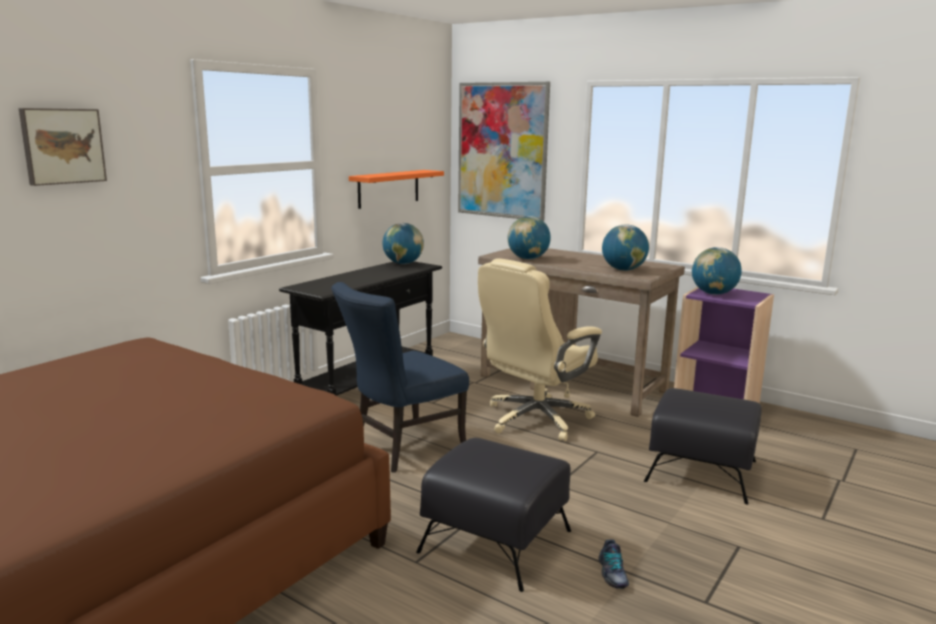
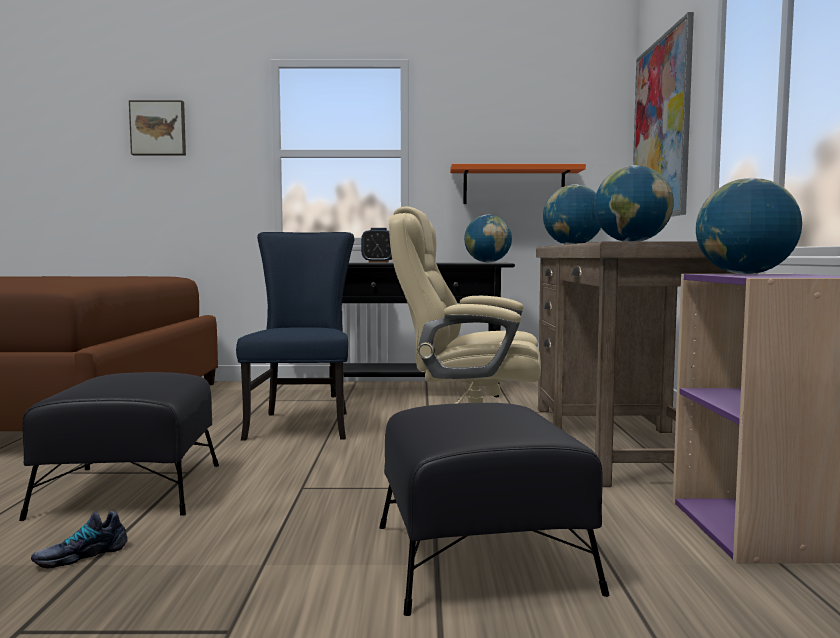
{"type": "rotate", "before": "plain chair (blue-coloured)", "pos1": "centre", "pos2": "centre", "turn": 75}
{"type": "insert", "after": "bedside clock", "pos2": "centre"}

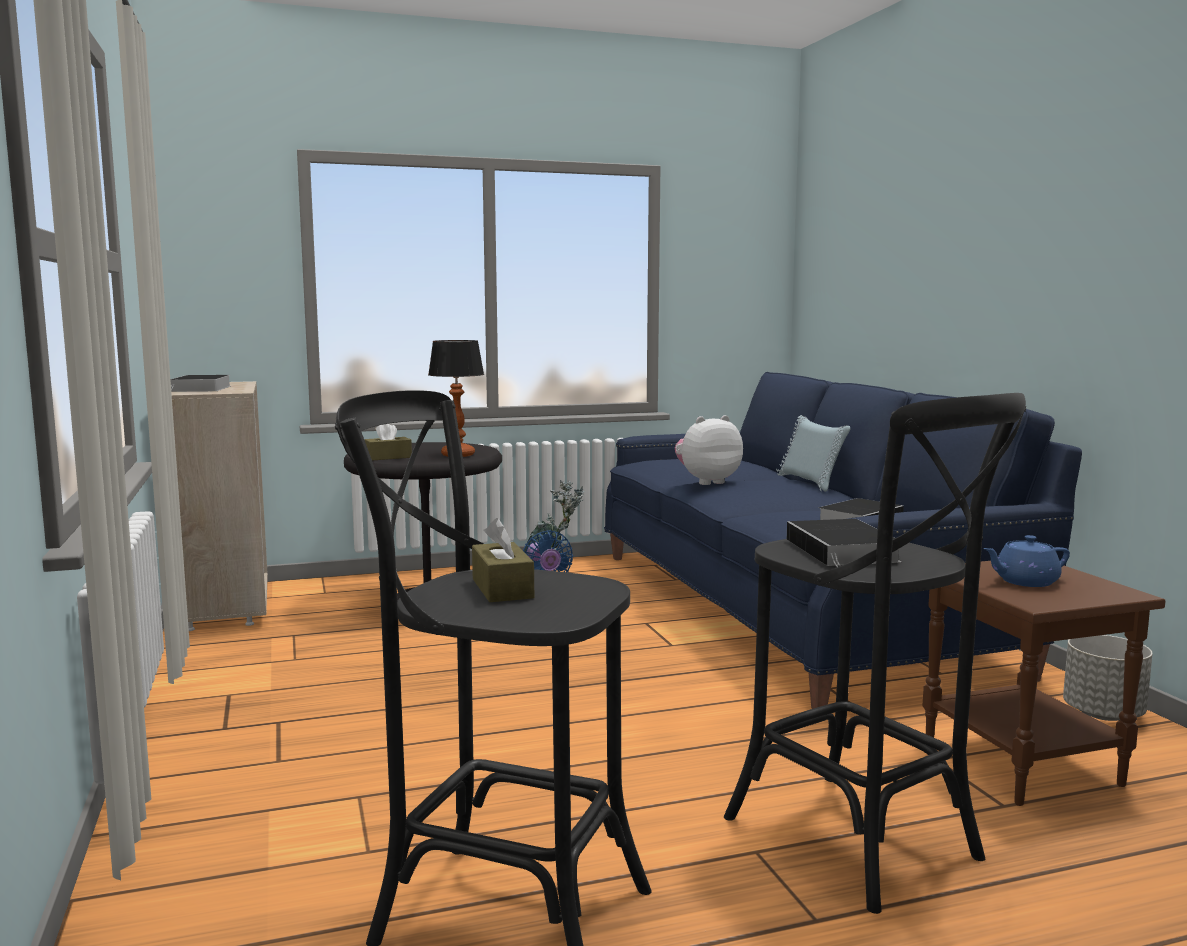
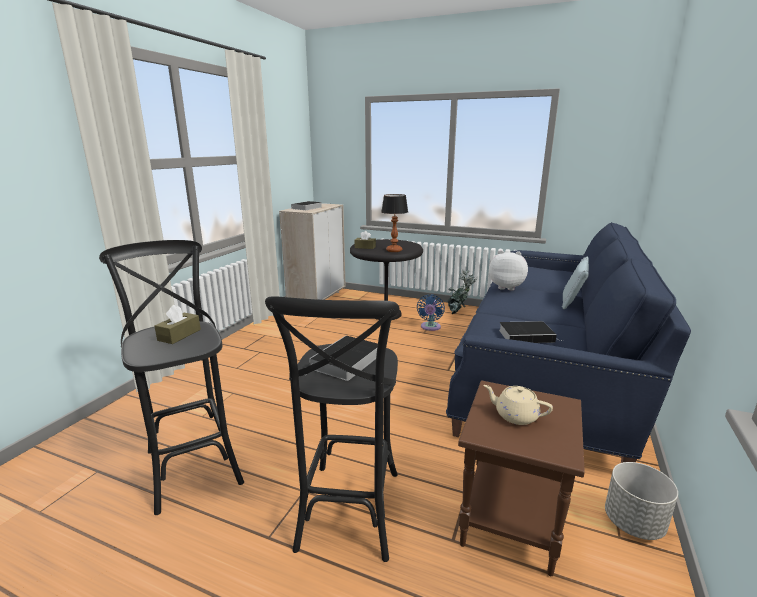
{"type": "recolor", "before": "teapot (blue-coloured)", "after": "teapot (beige-coloured)", "pos1": "middle right", "pos2": "bottom right"}

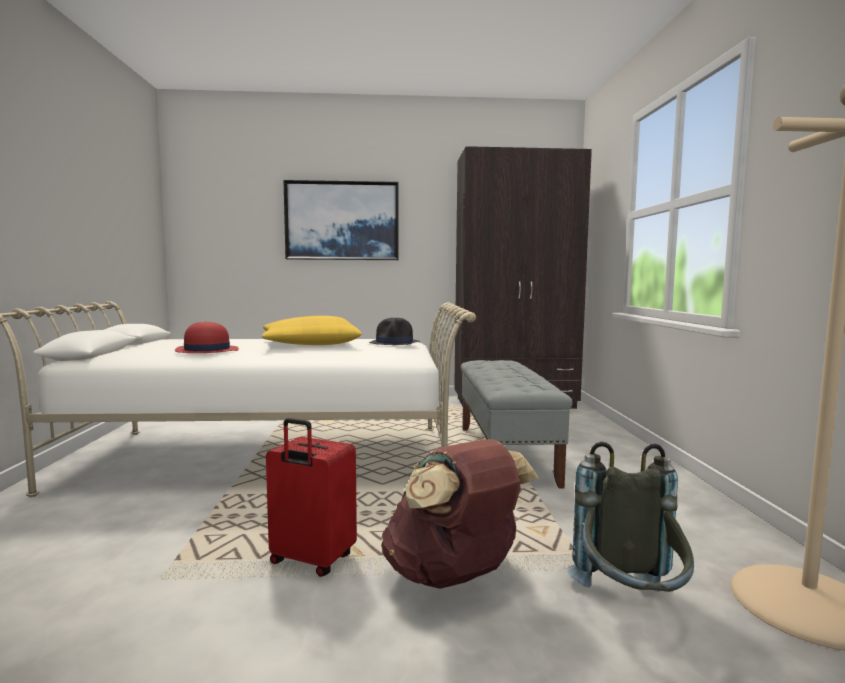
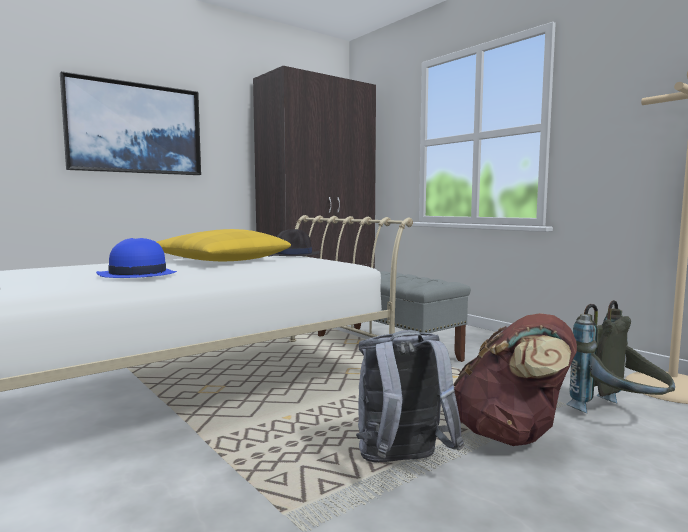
{"type": "recolor", "before": "hat (reddish)", "after": "hat (blue-coloured)", "pos1": "middle left", "pos2": "middle left"}
{"type": "replace", "before": "travel case (reddish)", "after": "backpack (grey) (1st from left)", "pos1": "bottom centre", "pos2": "bottom centre"}

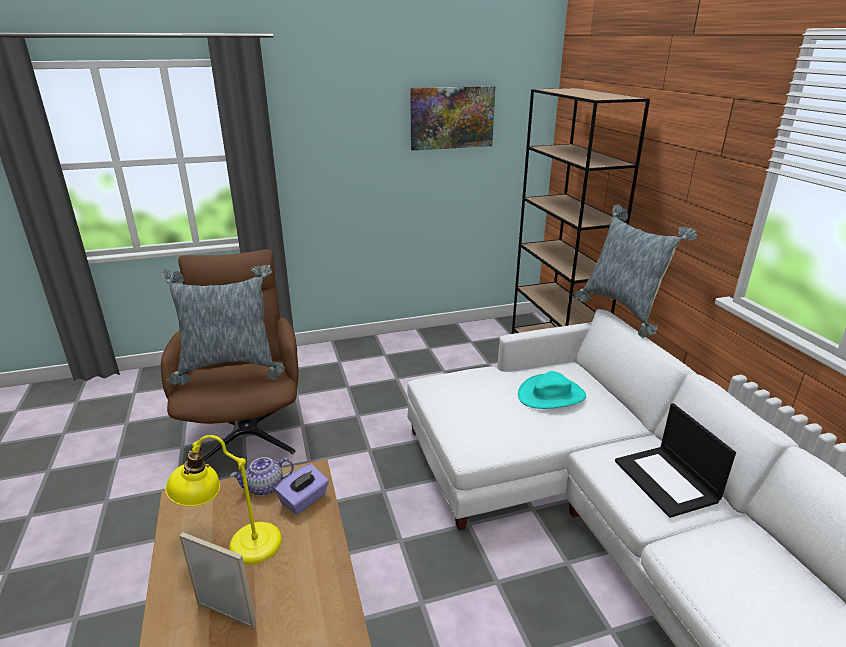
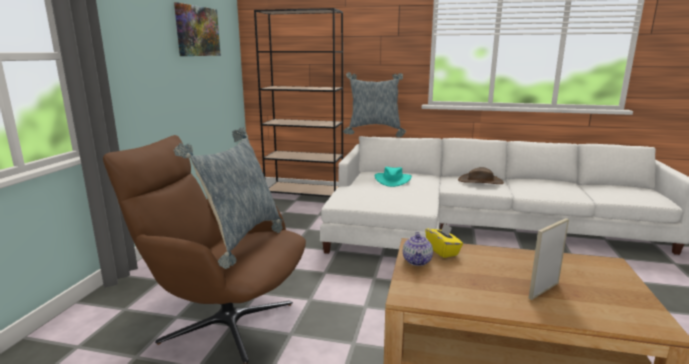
{"type": "replace", "before": "notebook computer", "after": "hat (brown)", "pos1": "bottom right", "pos2": "middle right"}
{"type": "delete", "before": "table lamp (yellow-coloured)", "pos1": "bottom left"}
{"type": "recolor", "before": "tissue box (purplish)", "after": "tissue box (yellow-coloured)", "pos1": "bottom centre", "pos2": "centre"}

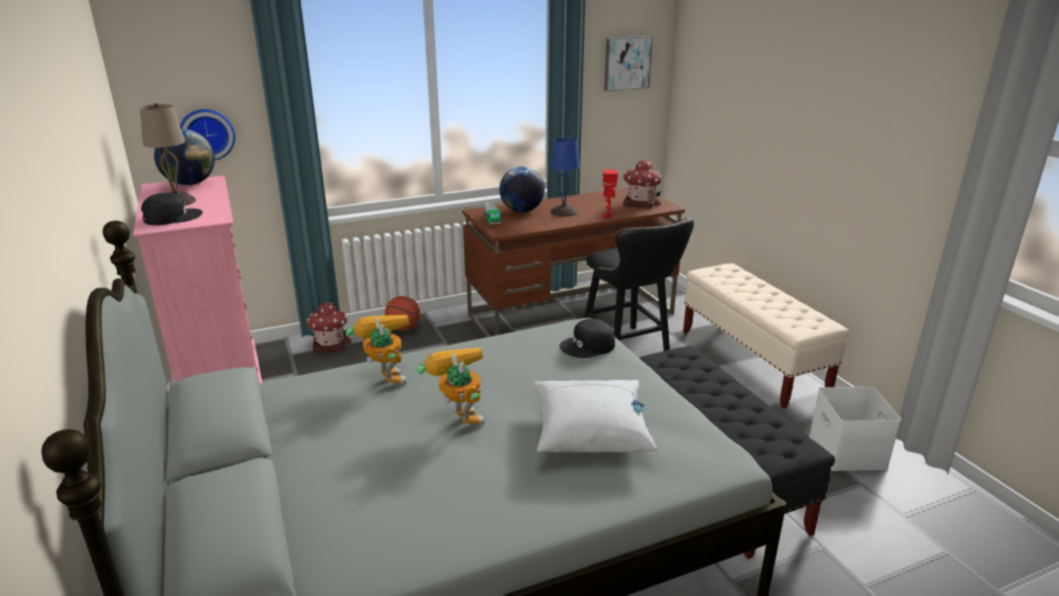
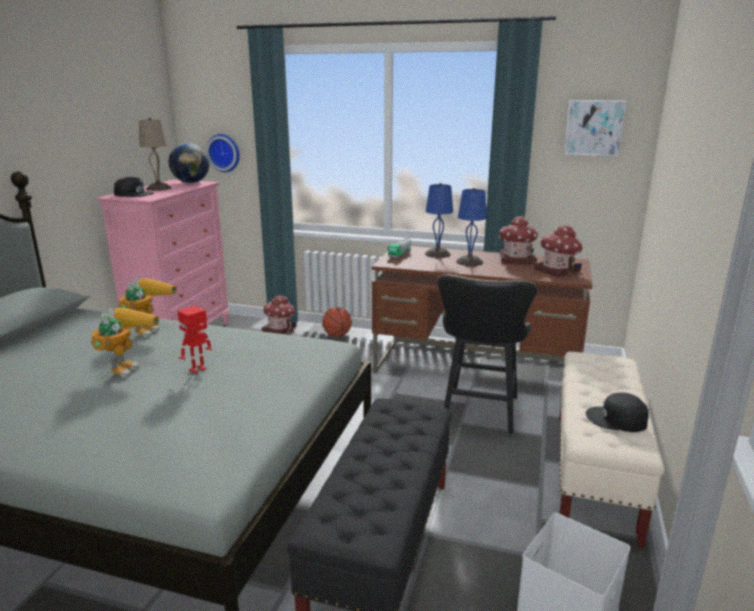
{"type": "replace", "before": "desk globe (2nd from left)", "after": "table lamp (blue-coloured) (1st from left)", "pos1": "top centre", "pos2": "centre"}
{"type": "move", "before": "model robot (3rd from left)", "pos1": "top centre", "pos2": "middle left"}
{"type": "move", "before": "baseball cap (black-coloured) (2nd from left)", "pos1": "centre", "pos2": "bottom right"}
{"type": "delete", "before": "cushion (grey)", "pos1": "bottom centre"}
{"type": "insert", "after": "model house (2nd from left)", "pos2": "middle right"}

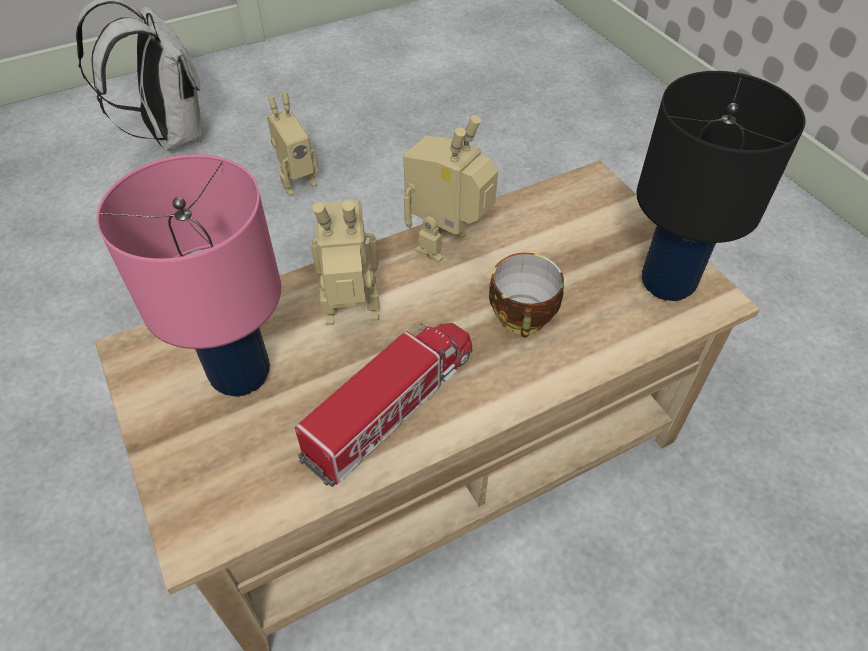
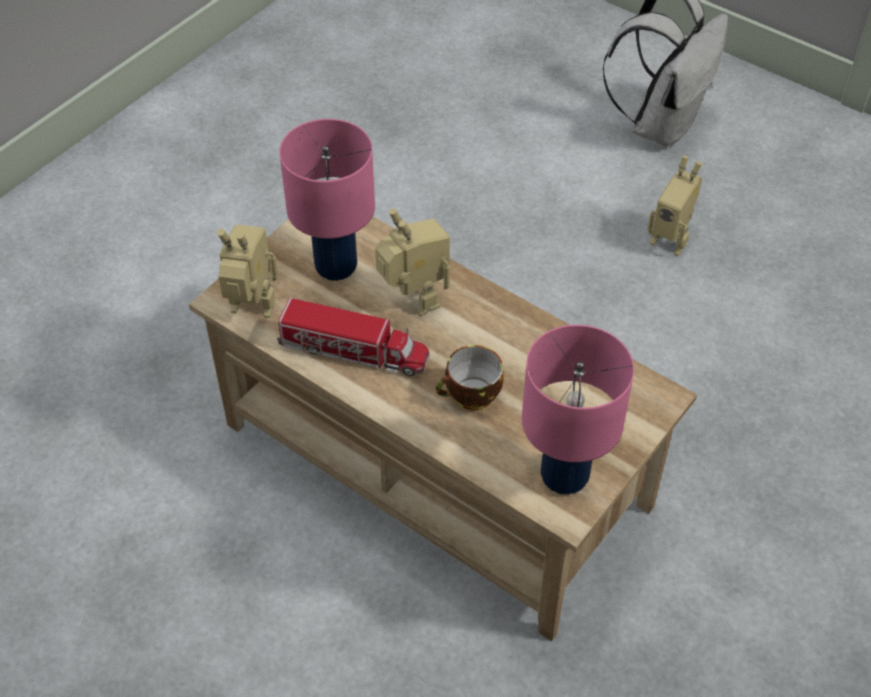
{"type": "recolor", "before": "table lamp (black-coloured)", "after": "table lamp (pinkish) (2nd from left)", "pos1": "top right", "pos2": "centre"}
{"type": "move", "before": "model robot (3rd from left in the first image)", "after": "model robot (1st from left)", "pos1": "top centre", "pos2": "middle left"}

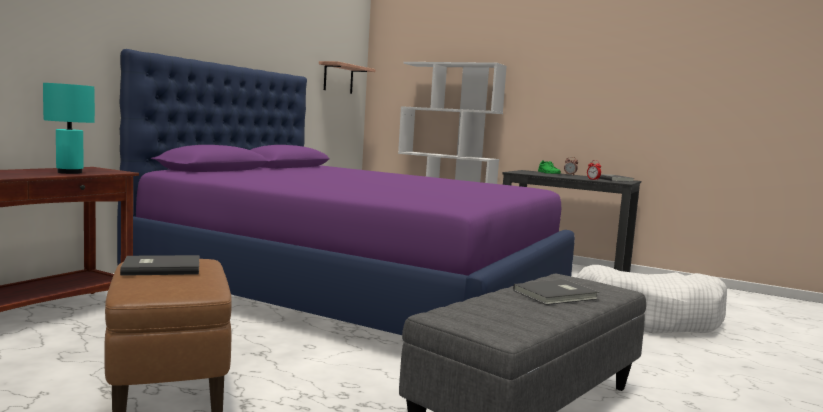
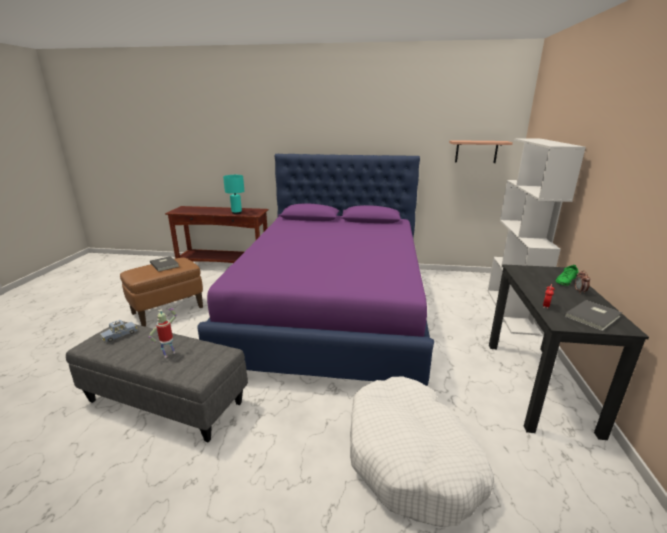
{"type": "replace", "before": "volume (grey) (2nd from left)", "after": "model robot", "pos1": "bottom right", "pos2": "middle left"}
{"type": "insert", "after": "toy car (blue-coloured)", "pos2": "middle left"}

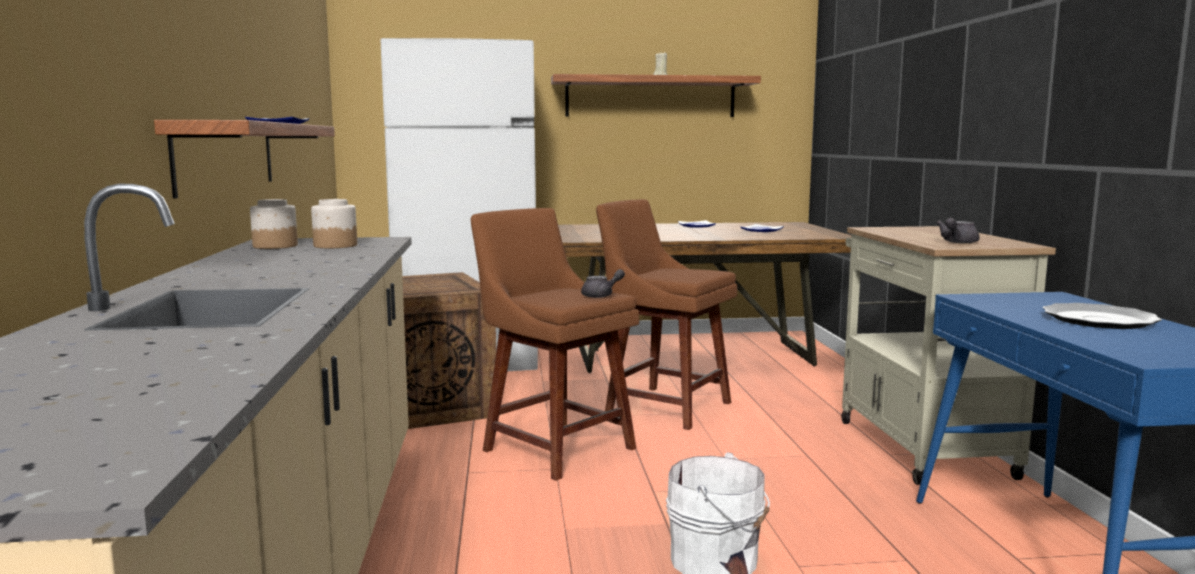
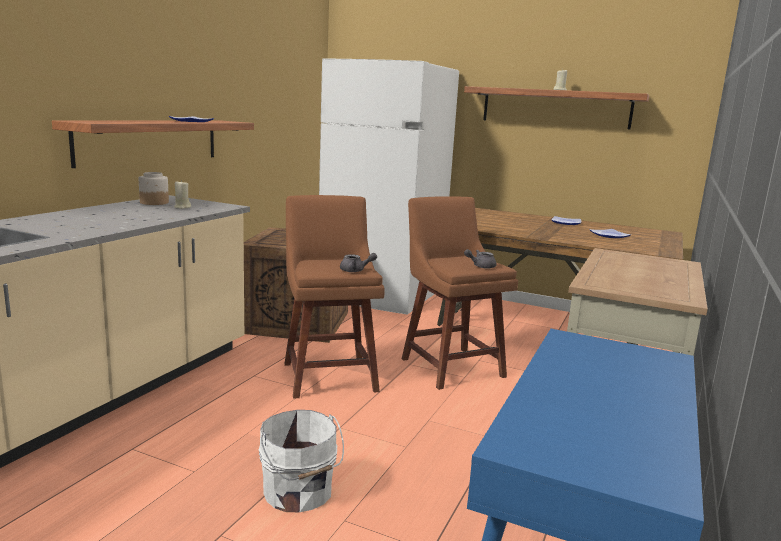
{"type": "replace", "before": "jar (2nd from left)", "after": "candle (beige-coloured) (1st from left)", "pos1": "middle left", "pos2": "middle left"}
{"type": "move", "before": "teapot (grey) (2nd from left)", "pos1": "middle right", "pos2": "centre"}
{"type": "delete", "before": "flat dish (4th from left)", "pos1": "middle right"}

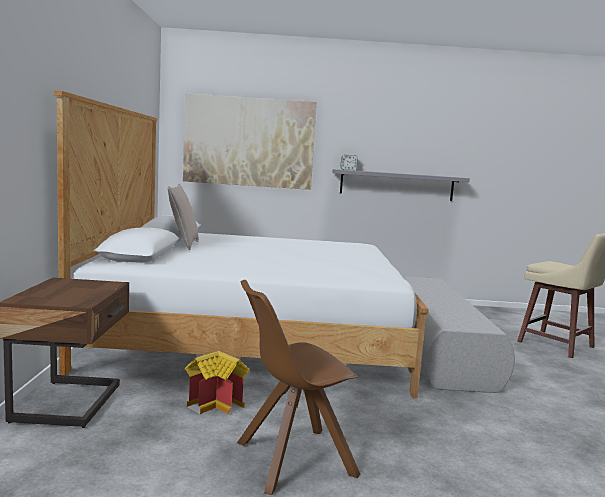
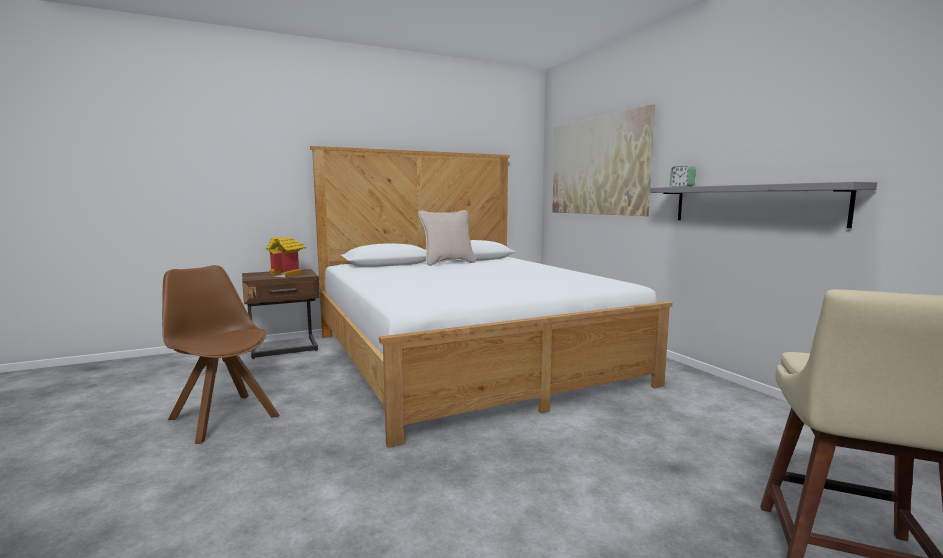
{"type": "delete", "before": "bench (grey)", "pos1": "bottom right"}
{"type": "move", "before": "model house", "pos1": "bottom centre", "pos2": "middle left"}

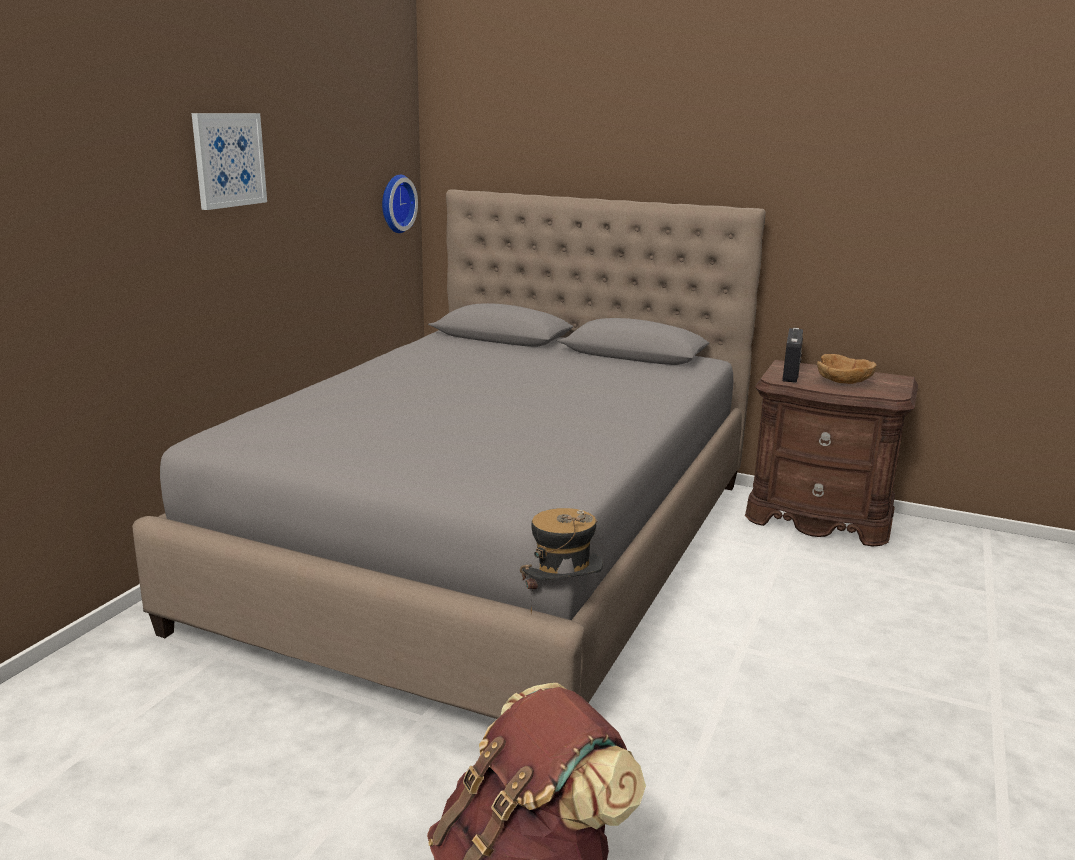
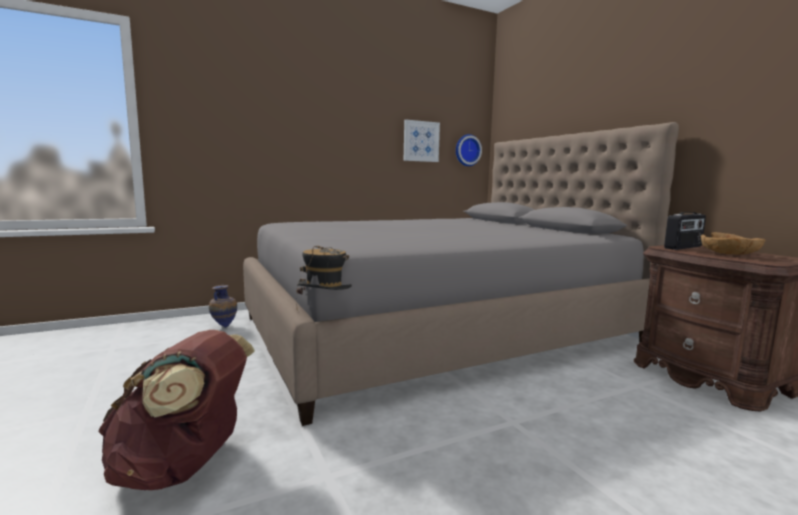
{"type": "move", "before": "picture", "pos1": "top left", "pos2": "top centre"}
{"type": "insert", "after": "flower vase", "pos2": "middle left"}

